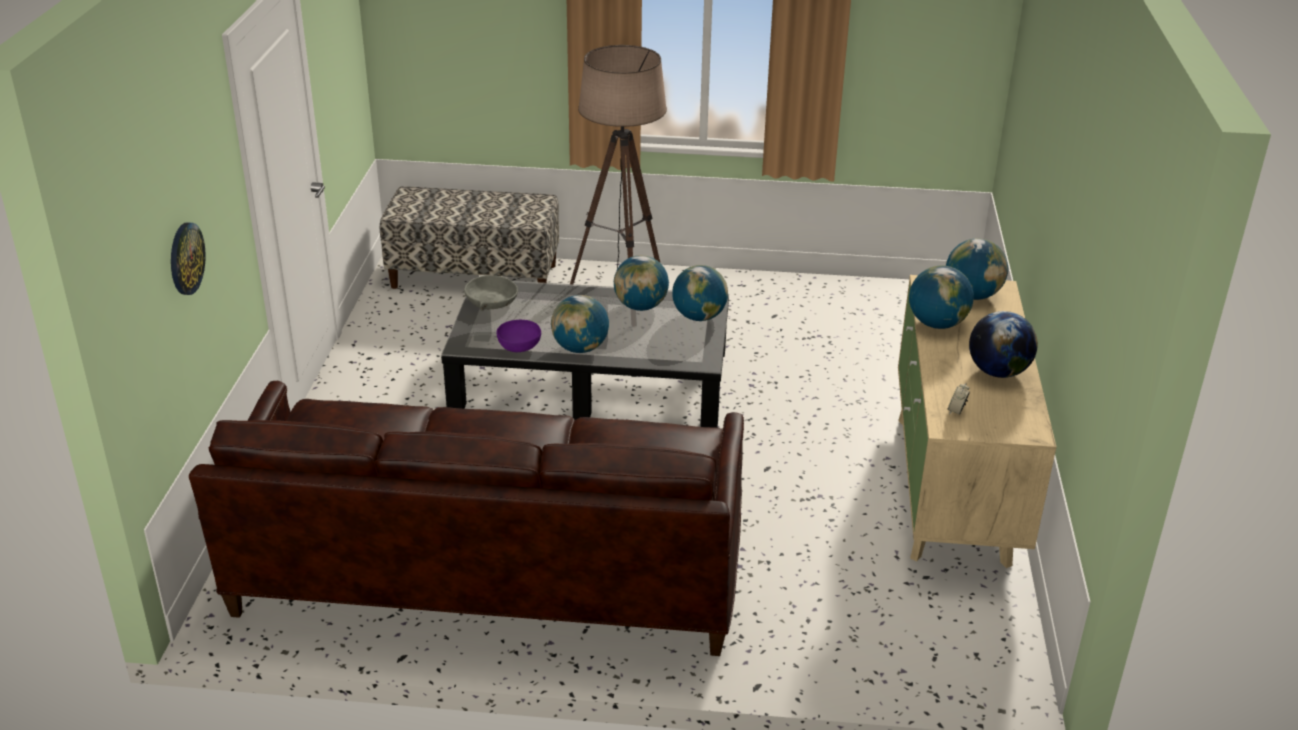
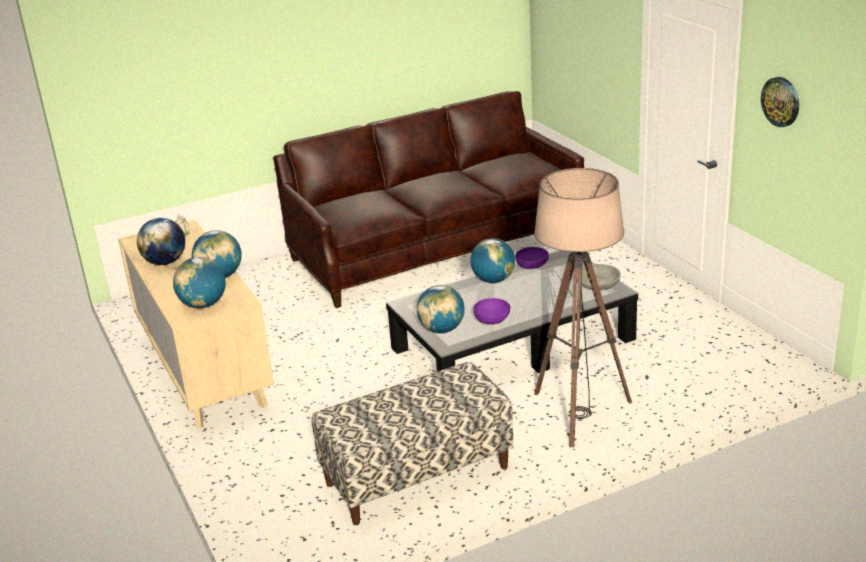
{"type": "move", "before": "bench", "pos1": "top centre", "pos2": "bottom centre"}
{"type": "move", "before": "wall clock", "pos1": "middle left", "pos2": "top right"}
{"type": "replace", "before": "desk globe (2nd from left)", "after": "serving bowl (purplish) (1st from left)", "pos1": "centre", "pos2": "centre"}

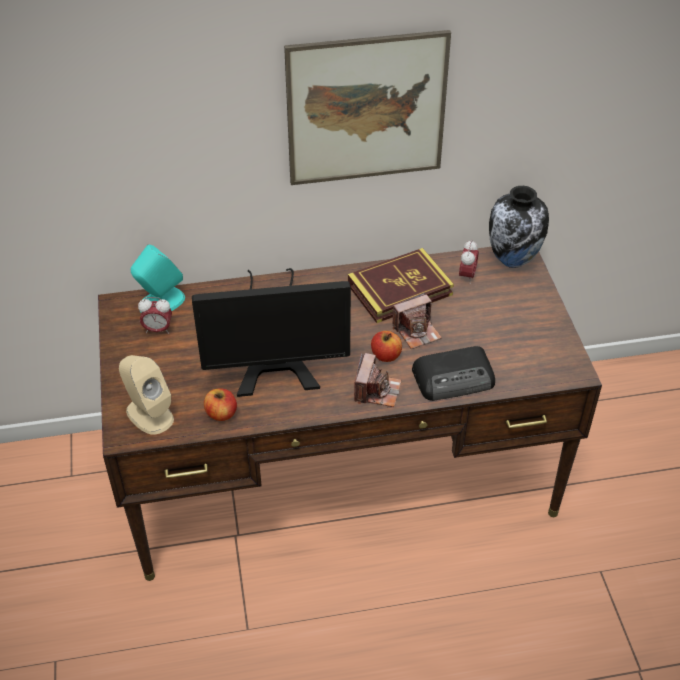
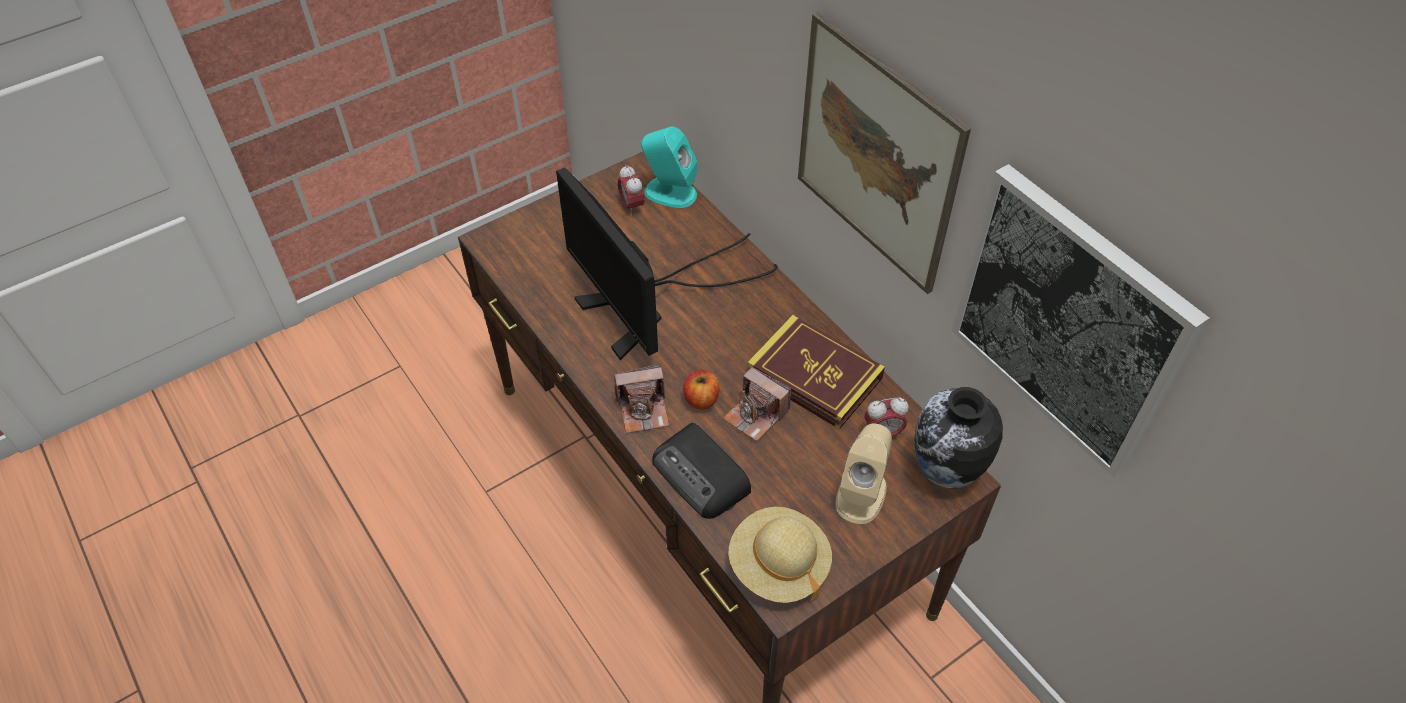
{"type": "move", "before": "audio speaker (beige-coloured)", "pos1": "middle left", "pos2": "bottom centre"}
{"type": "delete", "before": "apple fruit (1st from left)", "pos1": "middle left"}
{"type": "insert", "after": "picture (2nd from left)", "pos2": "middle right"}
{"type": "insert", "after": "hat (beige-coloured)", "pos2": "bottom centre"}

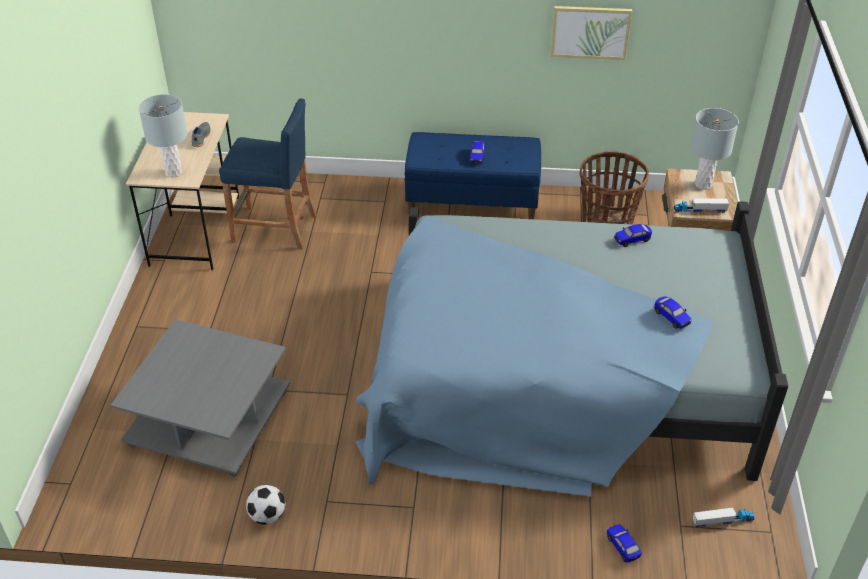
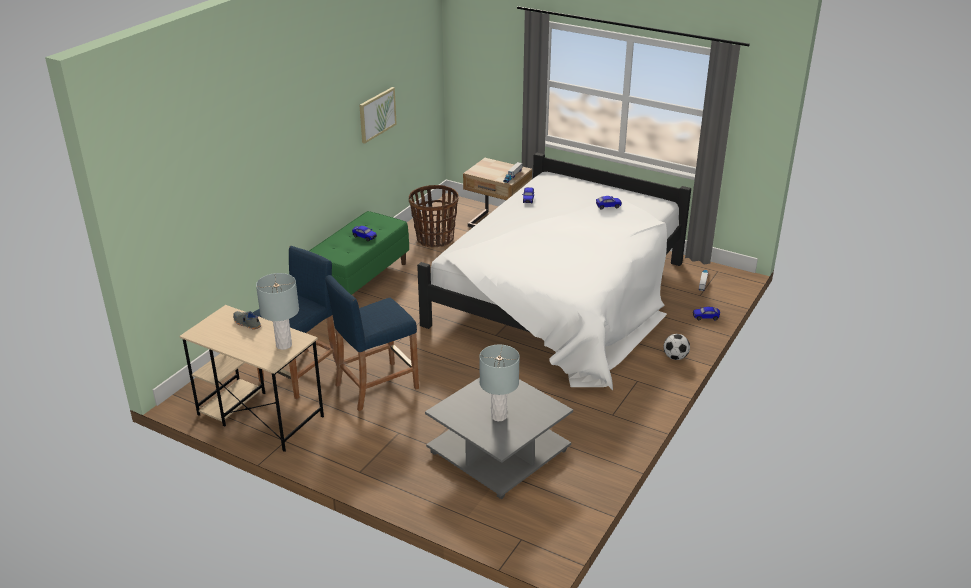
{"type": "move", "before": "table lamp (grey) (2nd from left)", "pos1": "top right", "pos2": "centre"}
{"type": "recolor", "before": "bench (blue-coloured)", "after": "bench (green)", "pos1": "top centre", "pos2": "centre"}
{"type": "recolor", "before": "bedroom bed (blue-coloured)", "after": "bedroom bed (whitish)", "pos1": "centre", "pos2": "centre"}
{"type": "move", "before": "football", "pos1": "bottom left", "pos2": "middle right"}
{"type": "insert", "after": "sitting stool (blue-coloured) (2nd from left)", "pos2": "centre"}

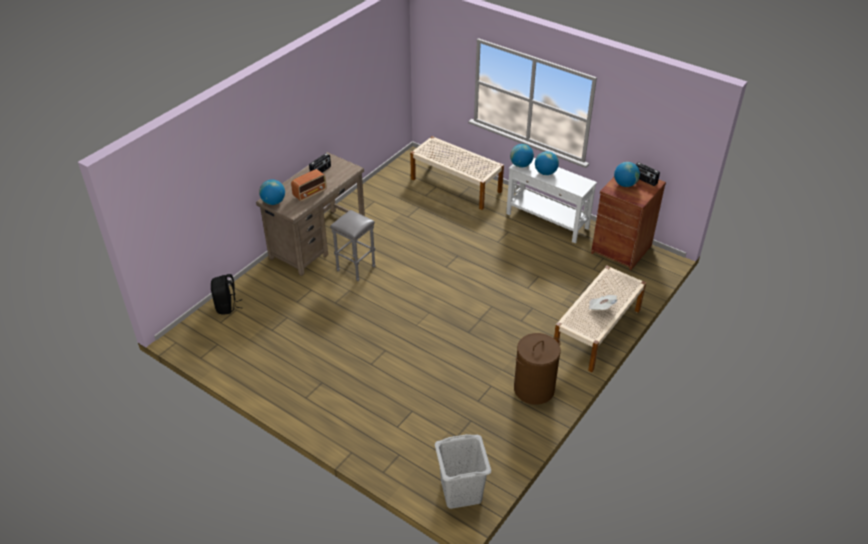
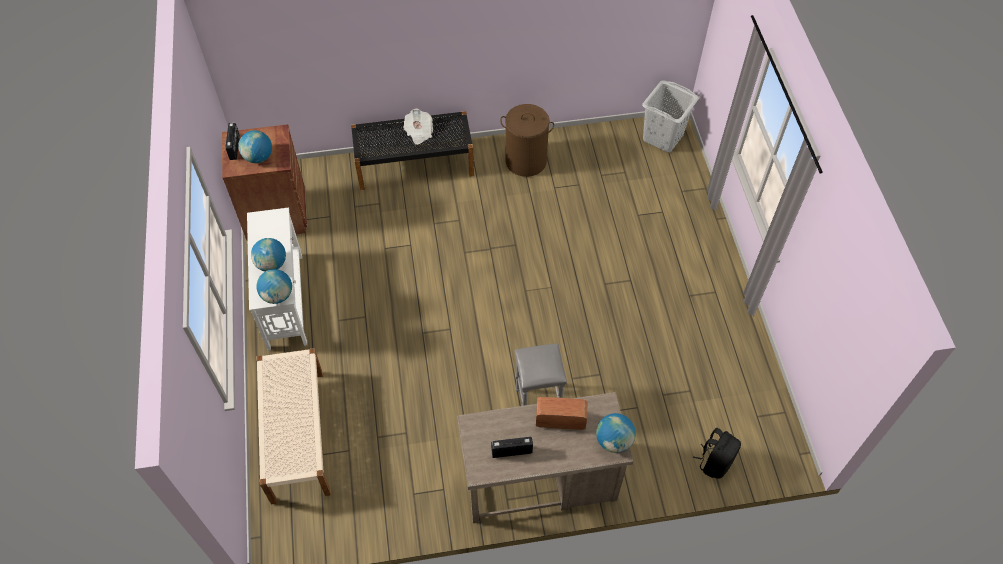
{"type": "recolor", "before": "bench (beige-coloured) (2nd from left)", "after": "bench (black-coloured)", "pos1": "middle right", "pos2": "top centre"}

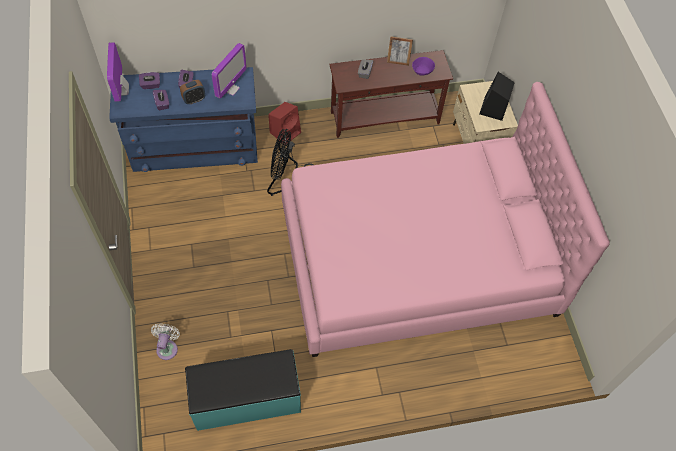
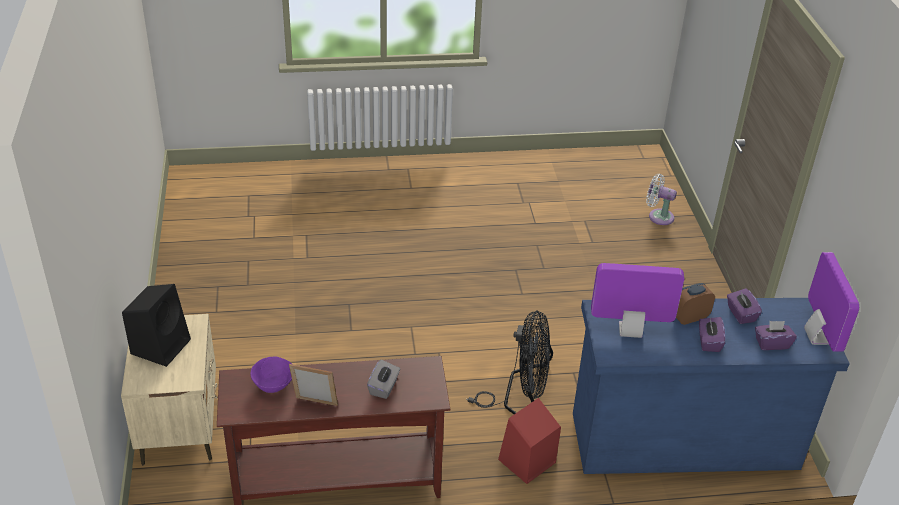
{"type": "rotate", "before": "monitor (2nd from left in the first image)", "pos1": "top centre", "pos2": "middle right", "turn": 60}
{"type": "delete", "before": "bedroom bed (pinkish)", "pos1": "centre"}
{"type": "rotate", "before": "cooling fan (whitish)", "pos1": "bottom left", "pos2": "middle right", "turn": 105}
{"type": "delete", "before": "bench (turquoise-coloured)", "pos1": "bottom centre"}

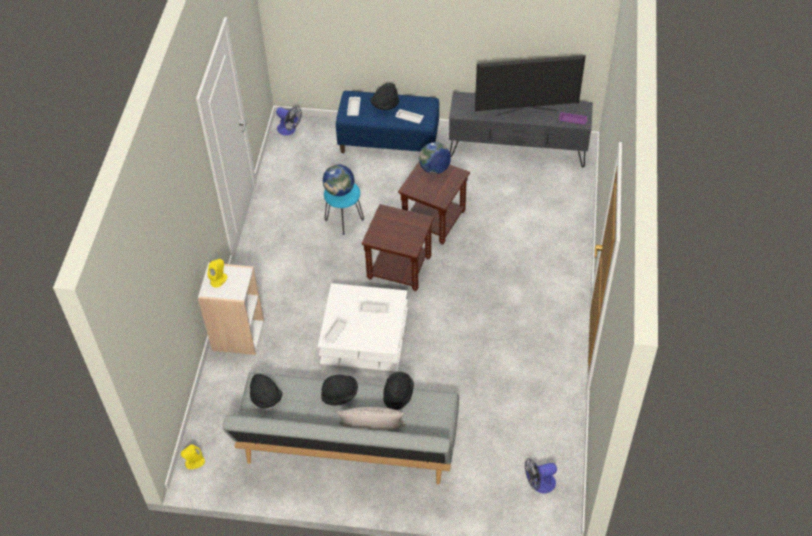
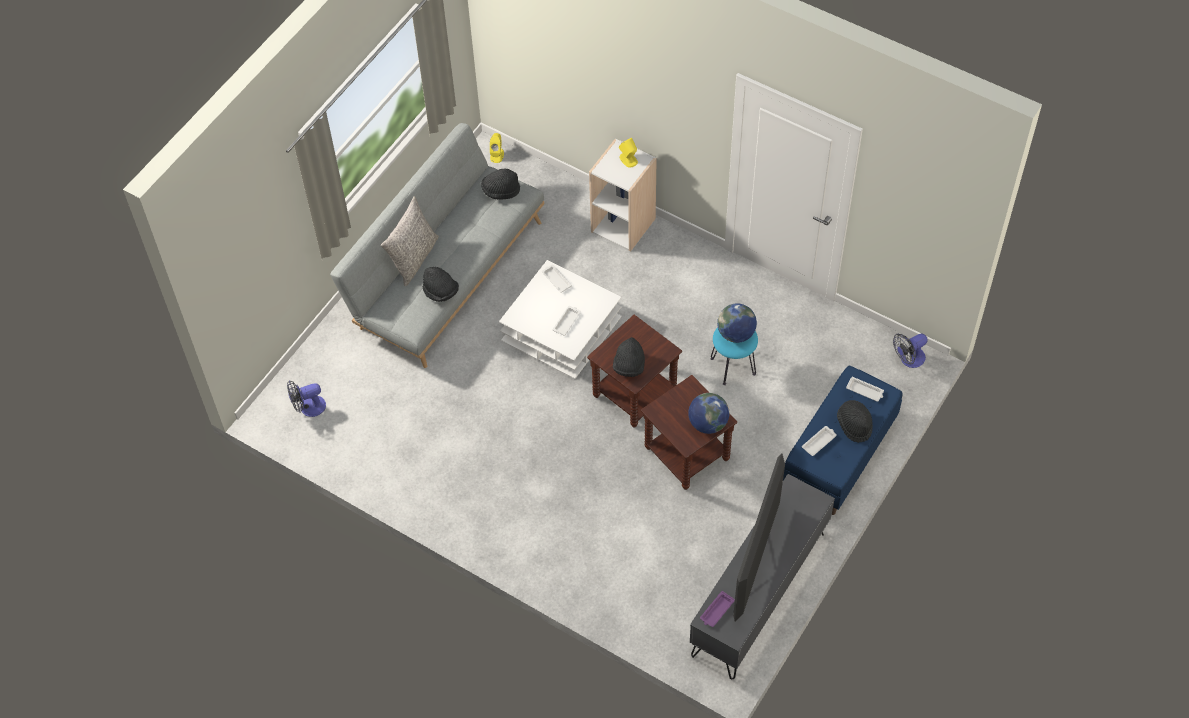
{"type": "move", "before": "hat (black-coloured) (2nd from left in the first image)", "after": "hat (black-coloured) (3rd from left)", "pos1": "bottom centre", "pos2": "centre"}
{"type": "rotate", "before": "cooling fan (2nd from left in the first image)", "pos1": "bottom centre", "pos2": "middle left", "turn": -120}

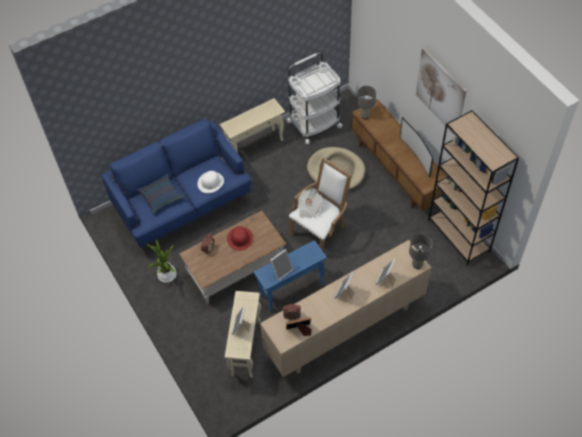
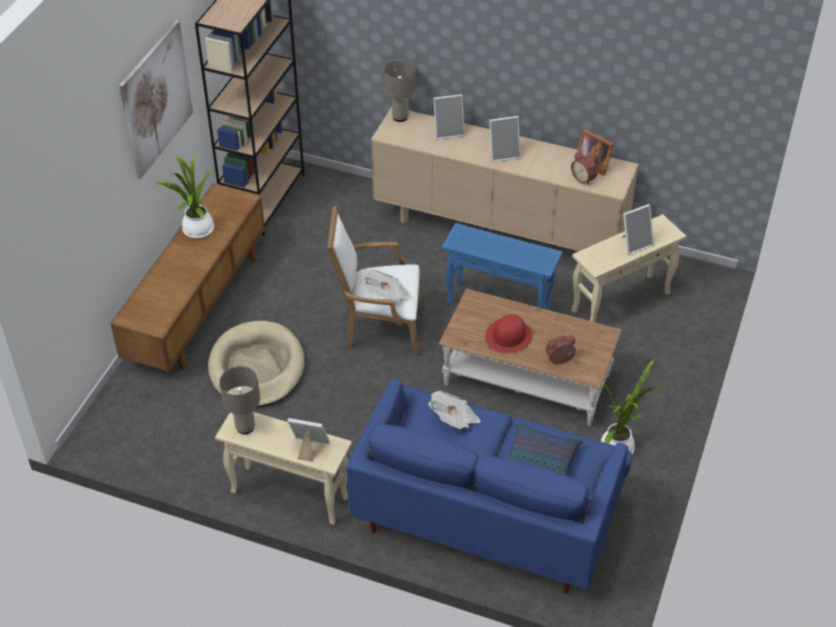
{"type": "delete", "before": "cart (whitish)", "pos1": "top centre"}
{"type": "move", "before": "table lamp (grey) (1st from left)", "pos1": "top centre", "pos2": "middle left"}
{"type": "replace", "before": "TV", "after": "plant in a pot (1st from left)", "pos1": "middle right", "pos2": "top left"}
{"type": "replace", "before": "hat (whitish)", "after": "daily paper (2nd from left)", "pos1": "centre", "pos2": "centre"}
{"type": "move", "before": "picture frame (2nd from left in the first image)", "after": "picture frame (1st from left)", "pos1": "centre", "pos2": "bottom centre"}

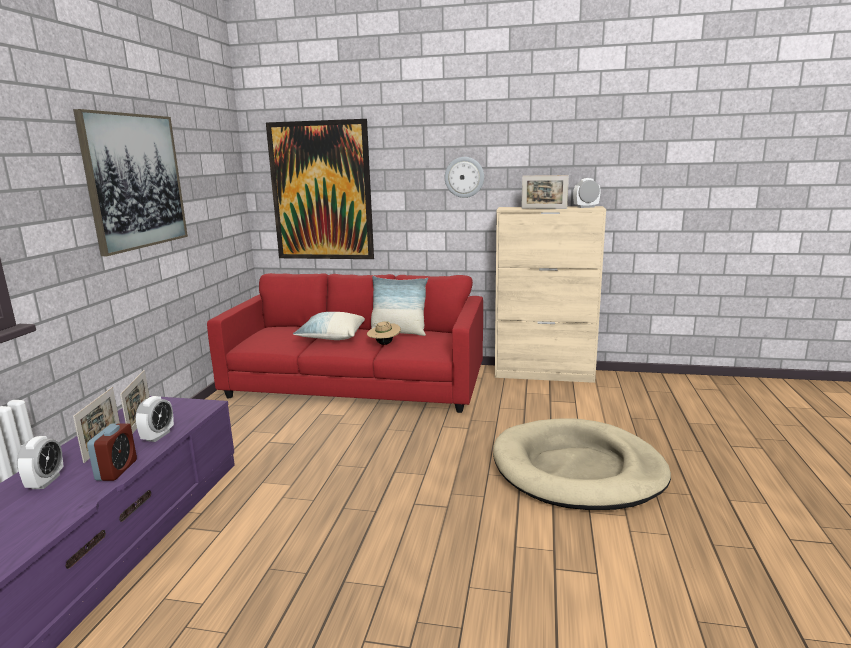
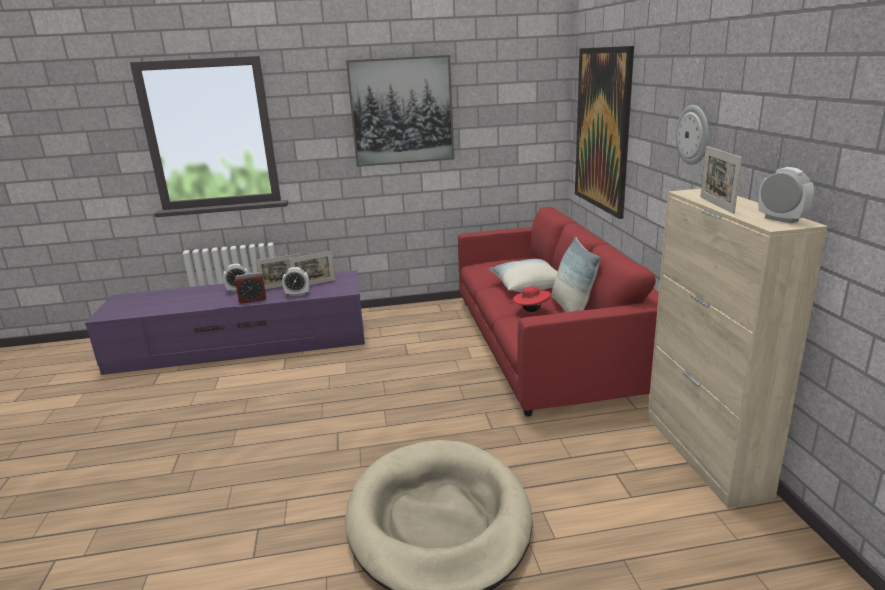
{"type": "recolor", "before": "hat (beige-coloured)", "after": "hat (reddish)", "pos1": "centre", "pos2": "centre"}

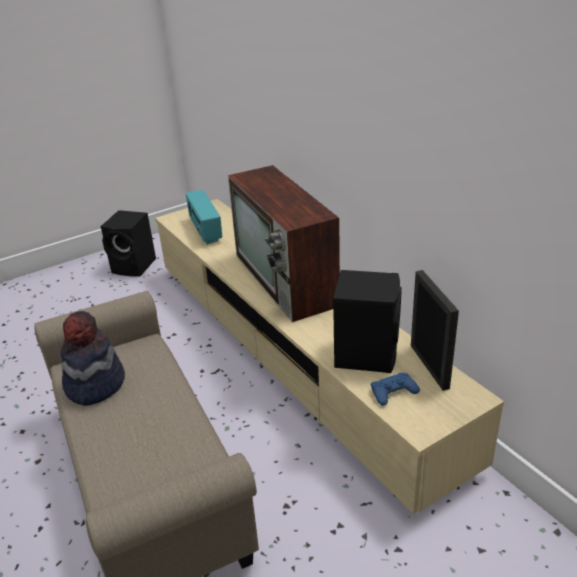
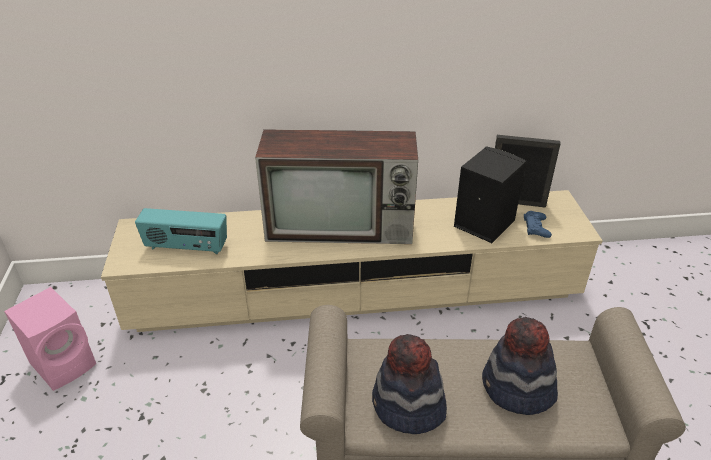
{"type": "recolor", "before": "audio speaker (black-coloured) (1st from left)", "after": "audio speaker (pinkish)", "pos1": "middle left", "pos2": "bottom left"}
{"type": "insert", "after": "hat (2nd from left)", "pos2": "bottom right"}

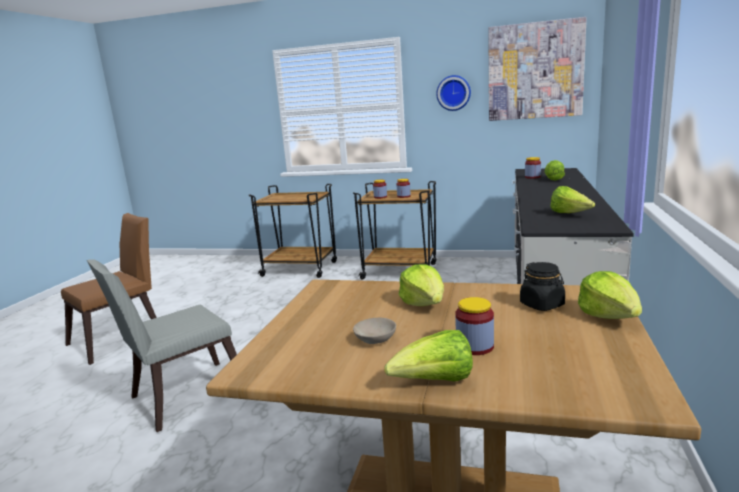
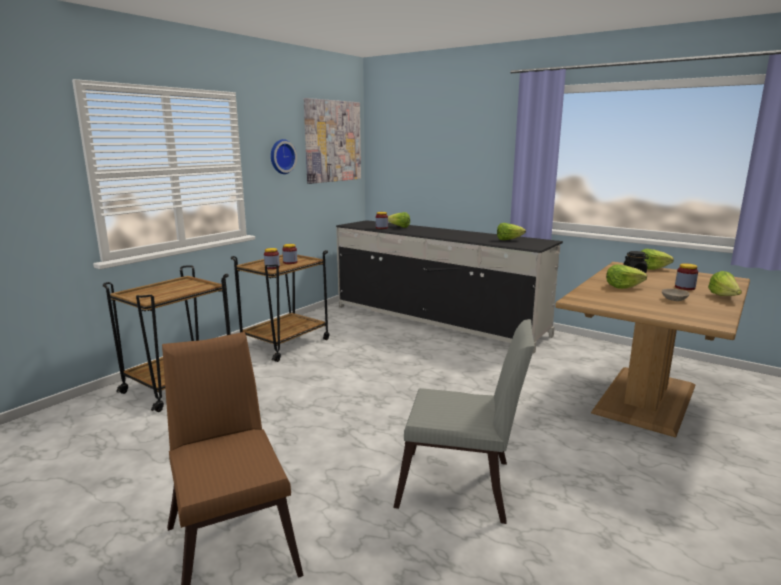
{"type": "rotate", "before": "plain chair (grey)", "pos1": "bottom left", "pos2": "bottom centre", "turn": -60}

